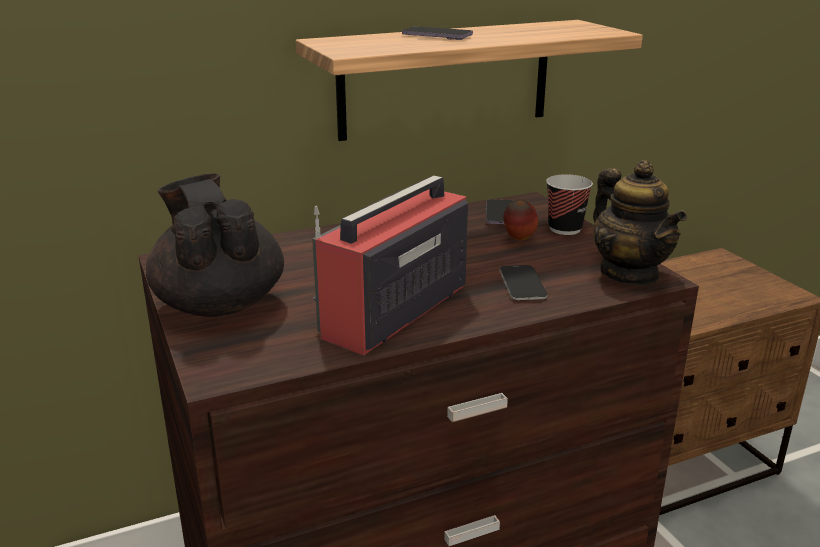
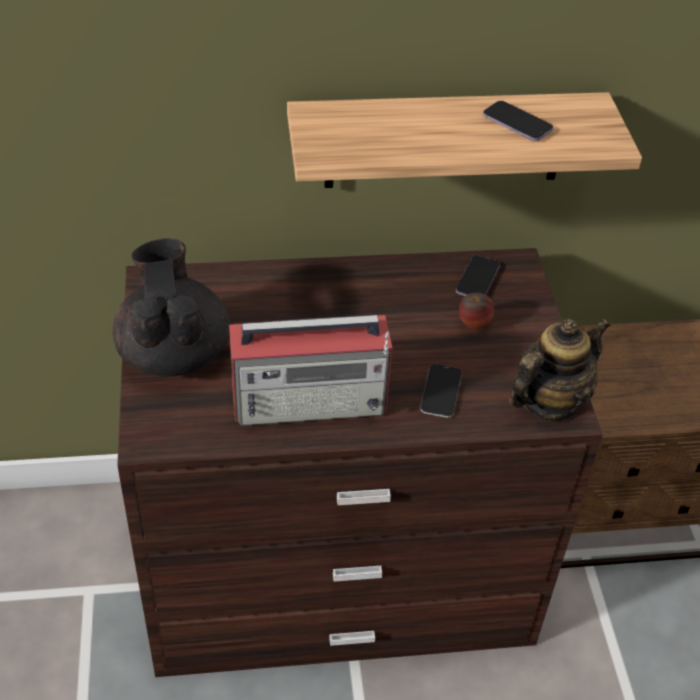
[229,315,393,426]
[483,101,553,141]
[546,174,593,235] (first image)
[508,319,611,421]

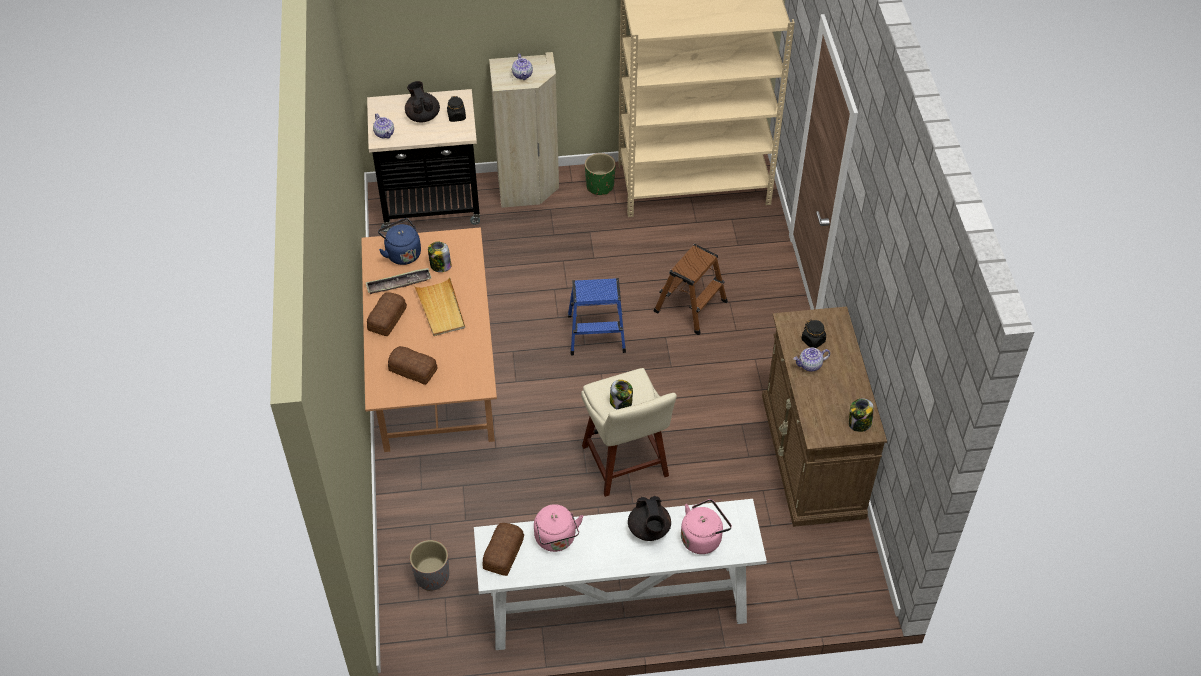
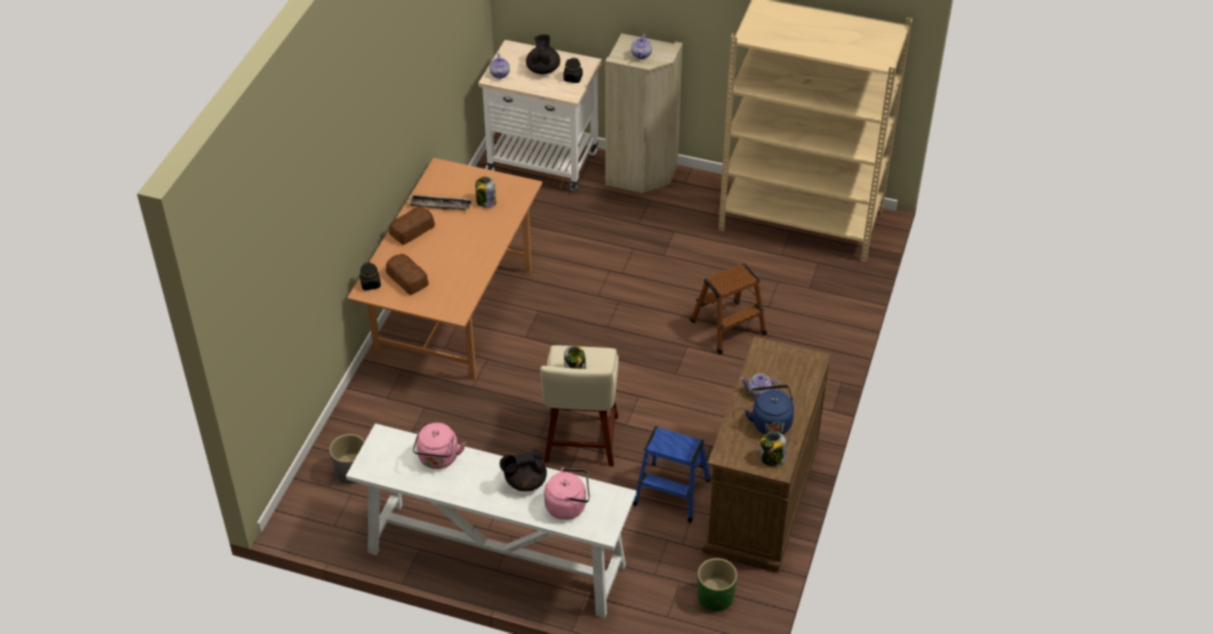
[478,40,602,192]
[745,385,794,434]
[414,277,465,336] (first image)
[482,523,524,576] (first image)
[633,426,711,523]
[698,558,737,612]
[499,448,547,492]
[360,262,381,290]

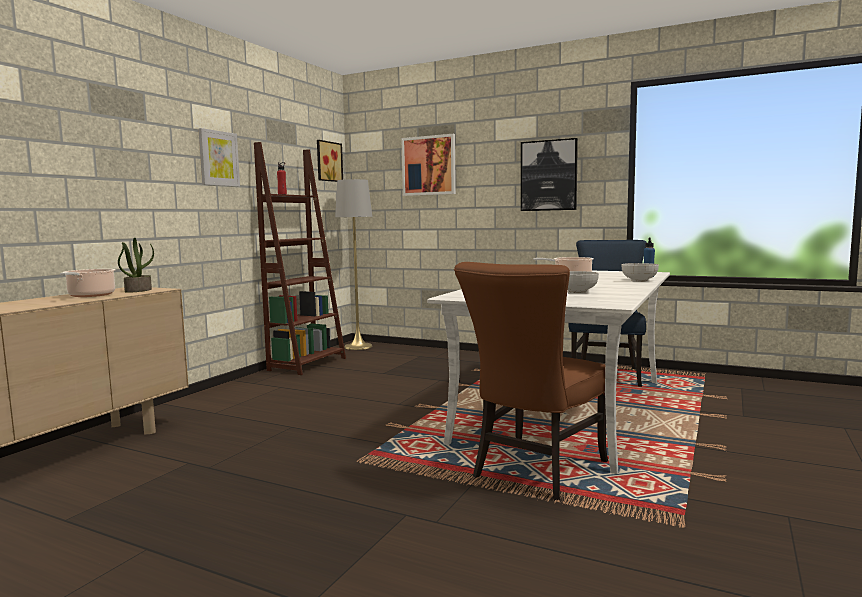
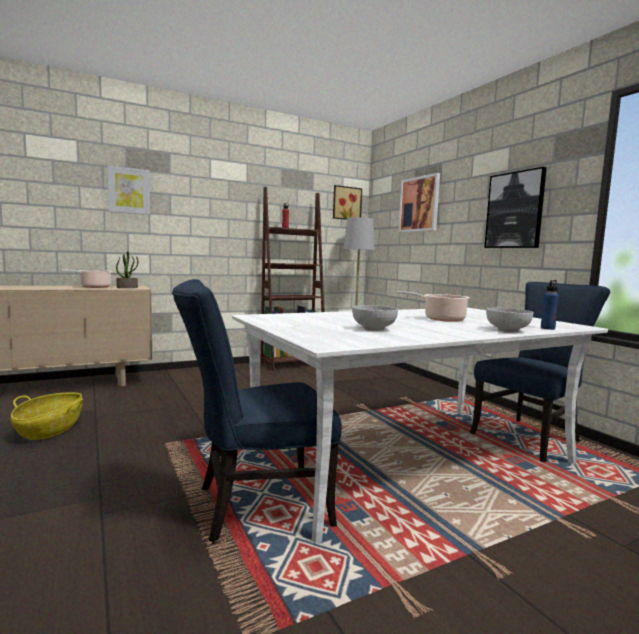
[107,166,150,215]
[172,279,342,544]
[10,392,83,440]

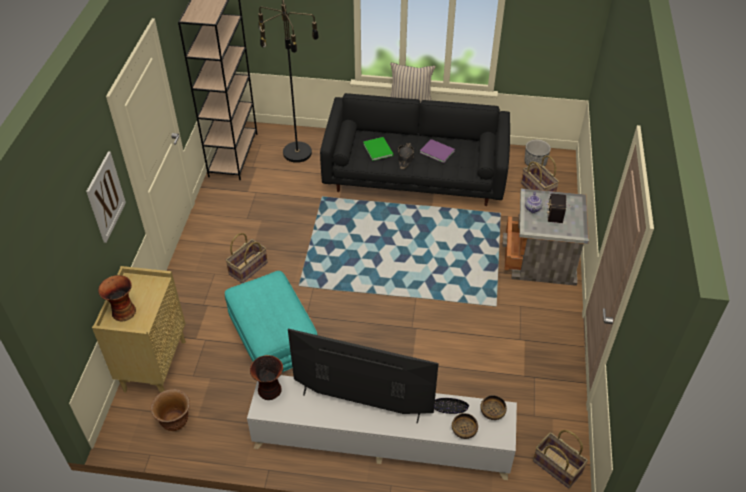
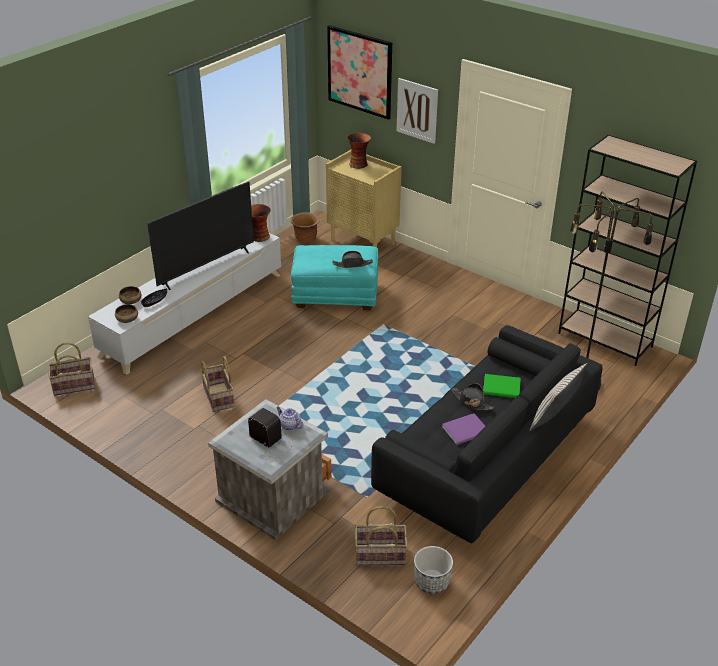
[201,356,235,412]
[327,25,392,120]
[332,251,373,268]

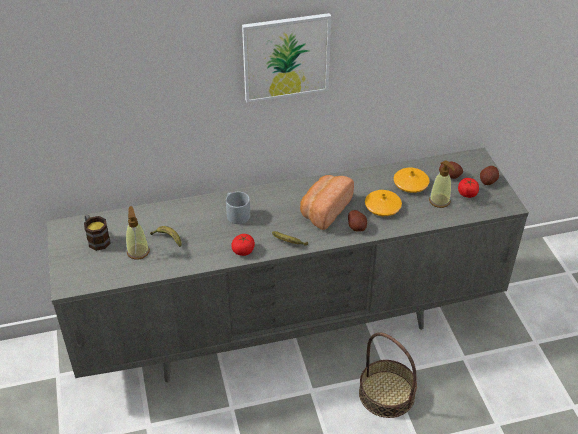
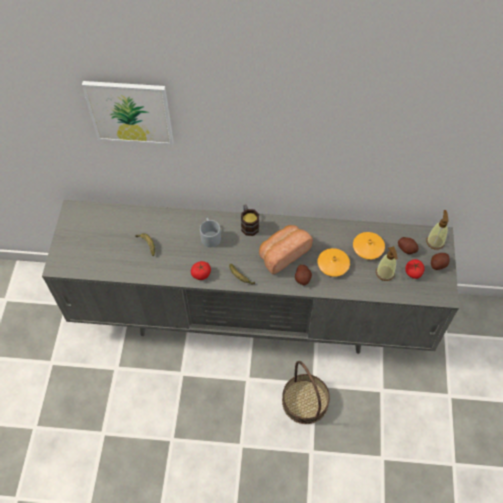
[241,204,259,236]
[426,210,449,250]
[82,81,174,145]

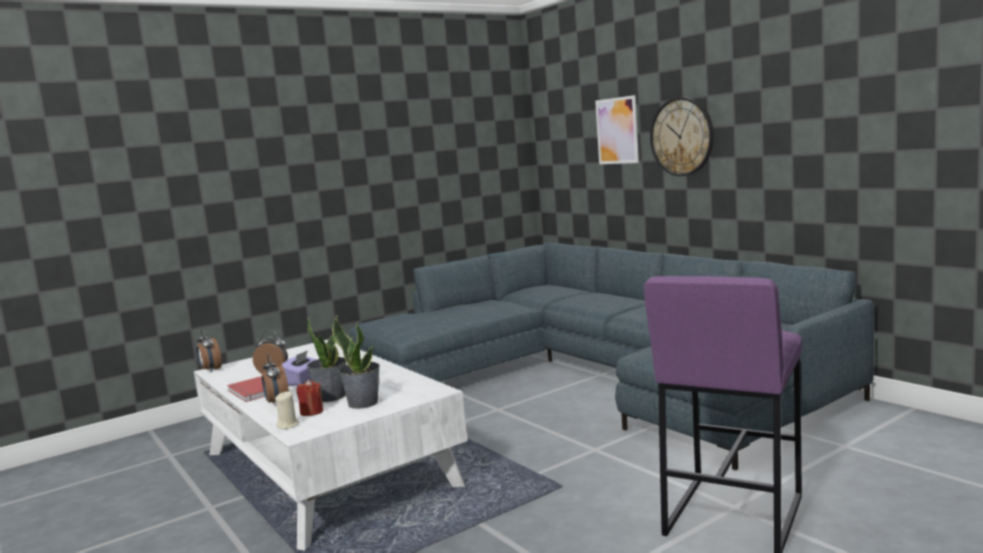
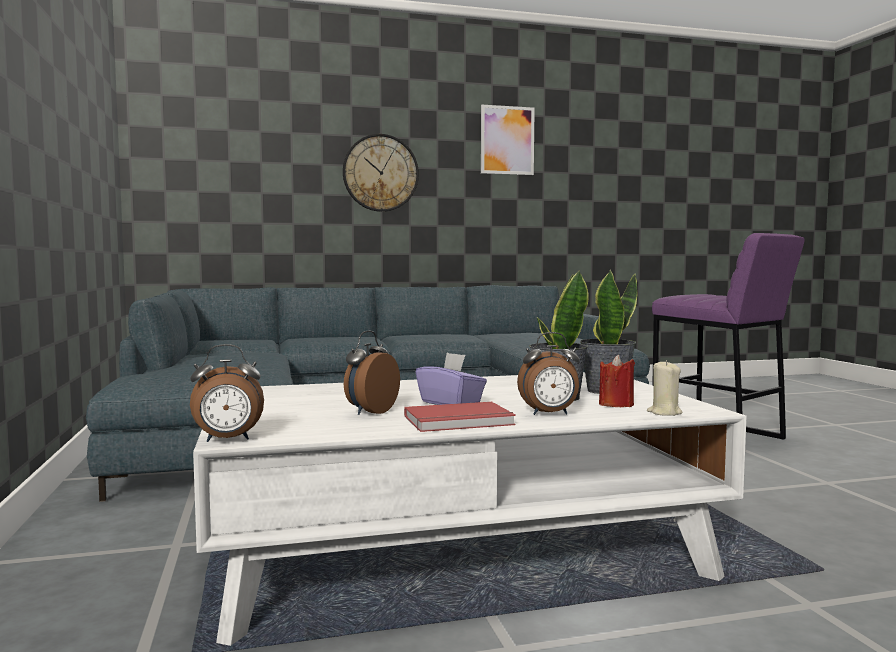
[481,105,535,175]

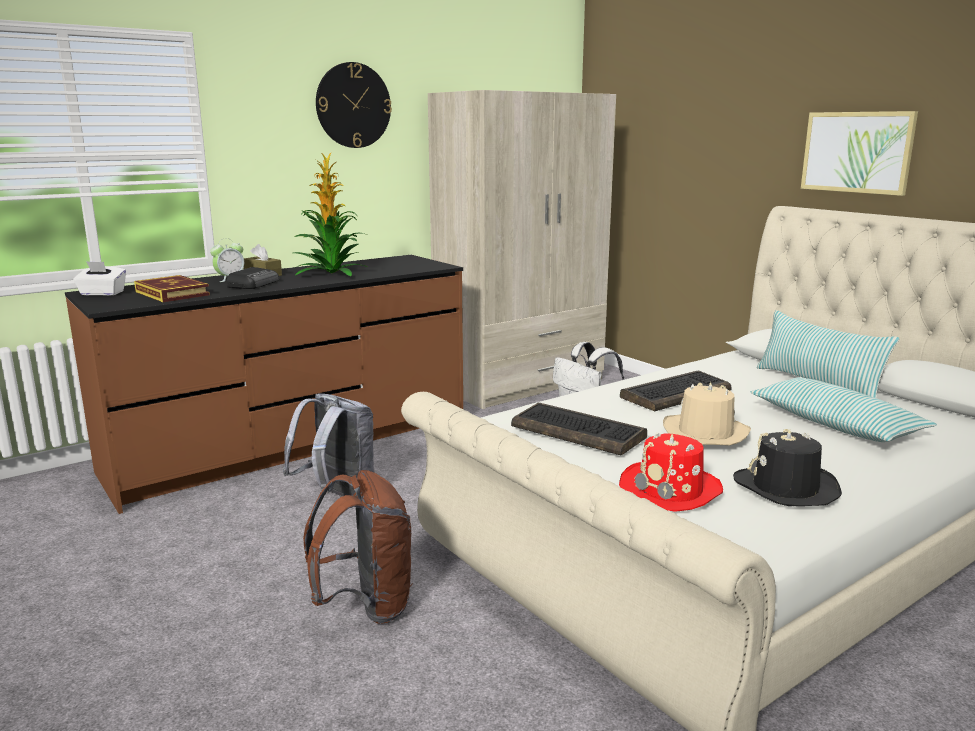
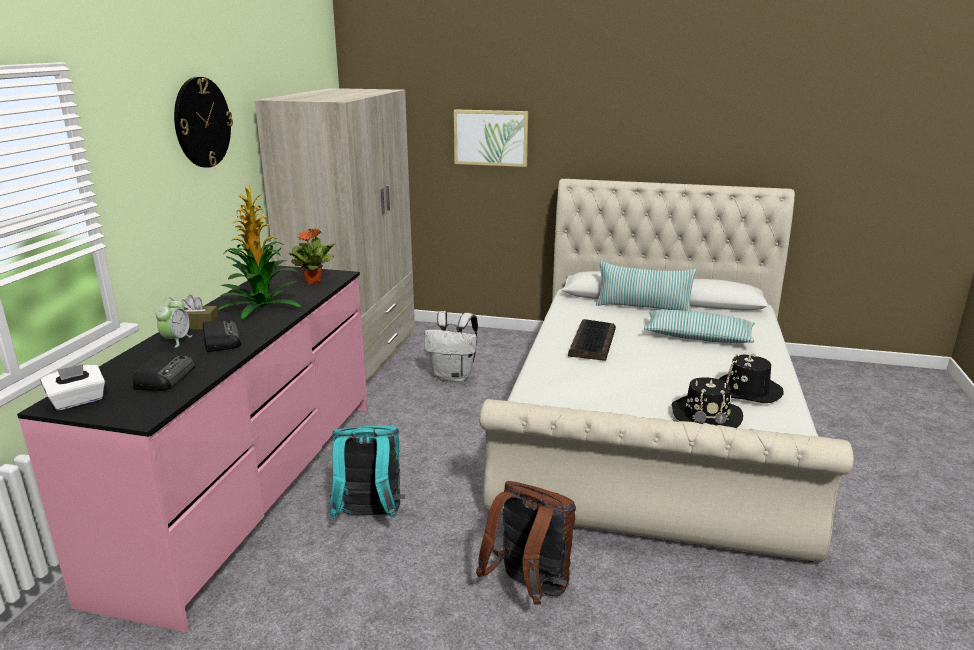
[17,265,368,632]
[132,352,195,391]
[330,425,405,519]
[511,403,647,456] (first image)
[672,377,743,428]
[663,382,751,446] (first image)
[454,109,528,167]
[288,228,336,285]

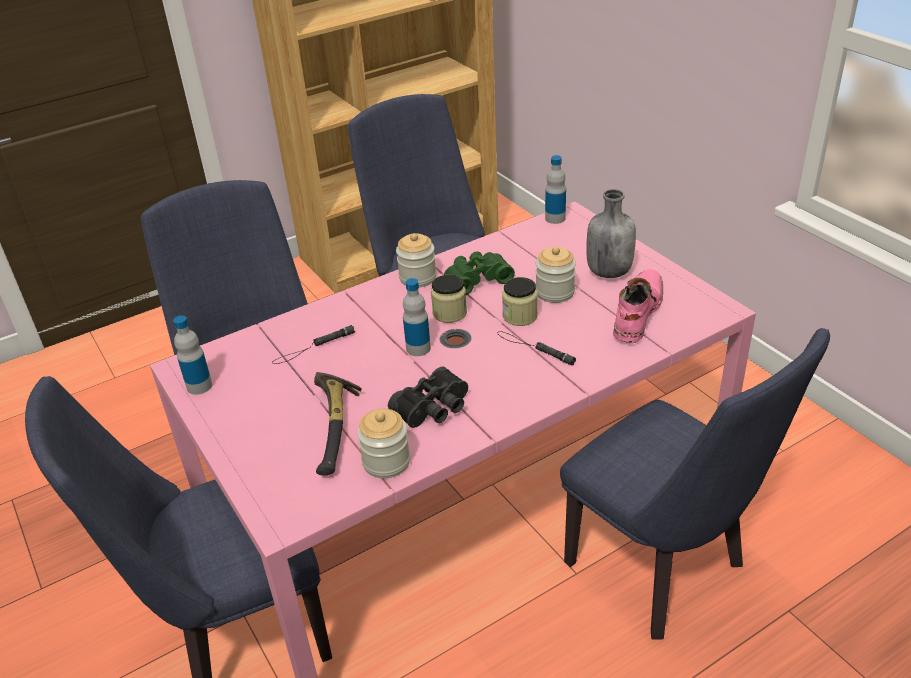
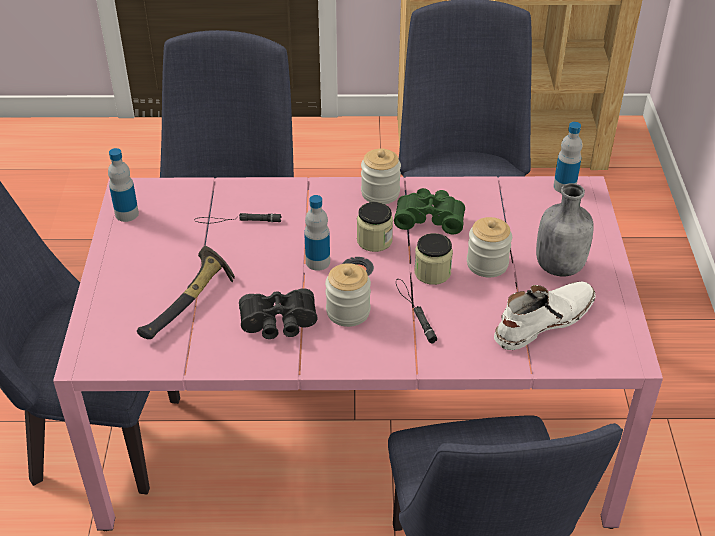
[325,263,371,327]
[494,281,595,350]

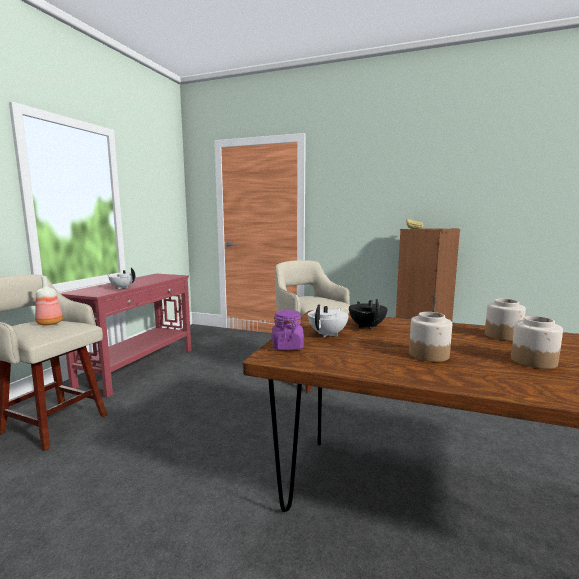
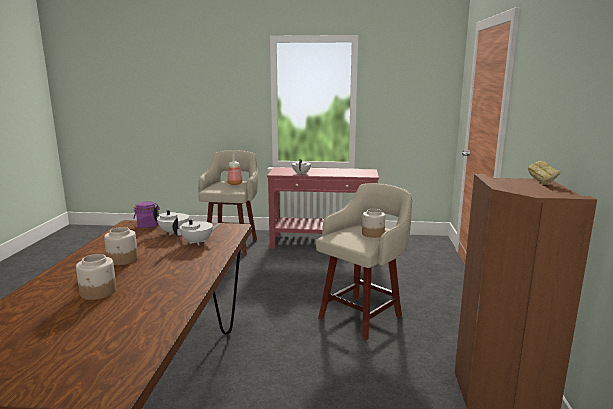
[173,217,221,245]
[362,209,385,238]

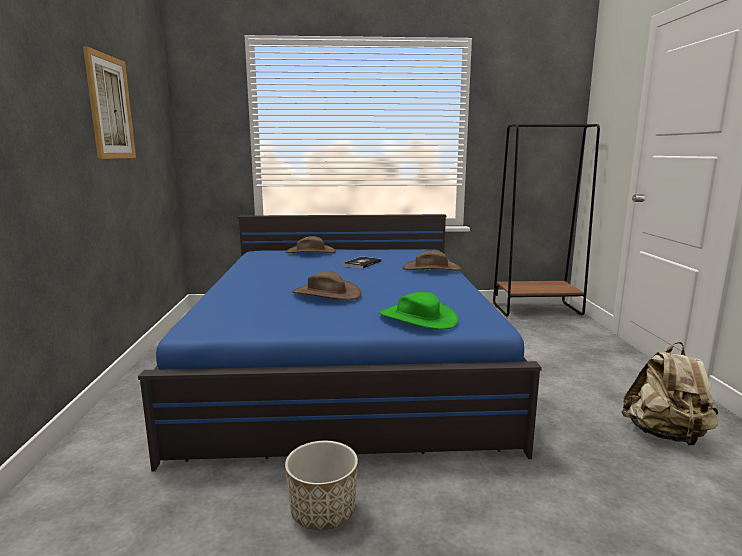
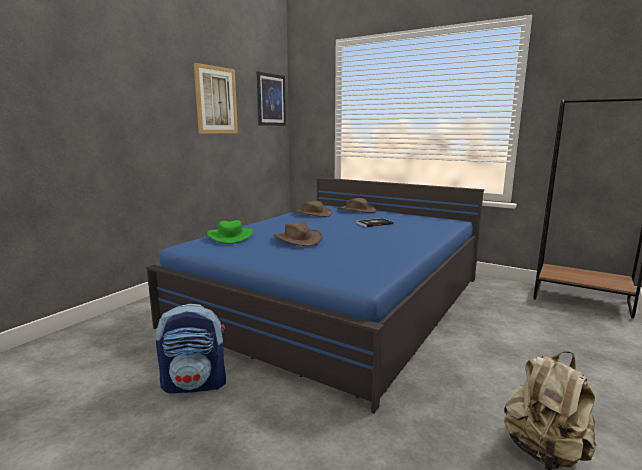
[156,304,226,393]
[207,220,254,244]
[293,201,332,217]
[257,71,286,126]

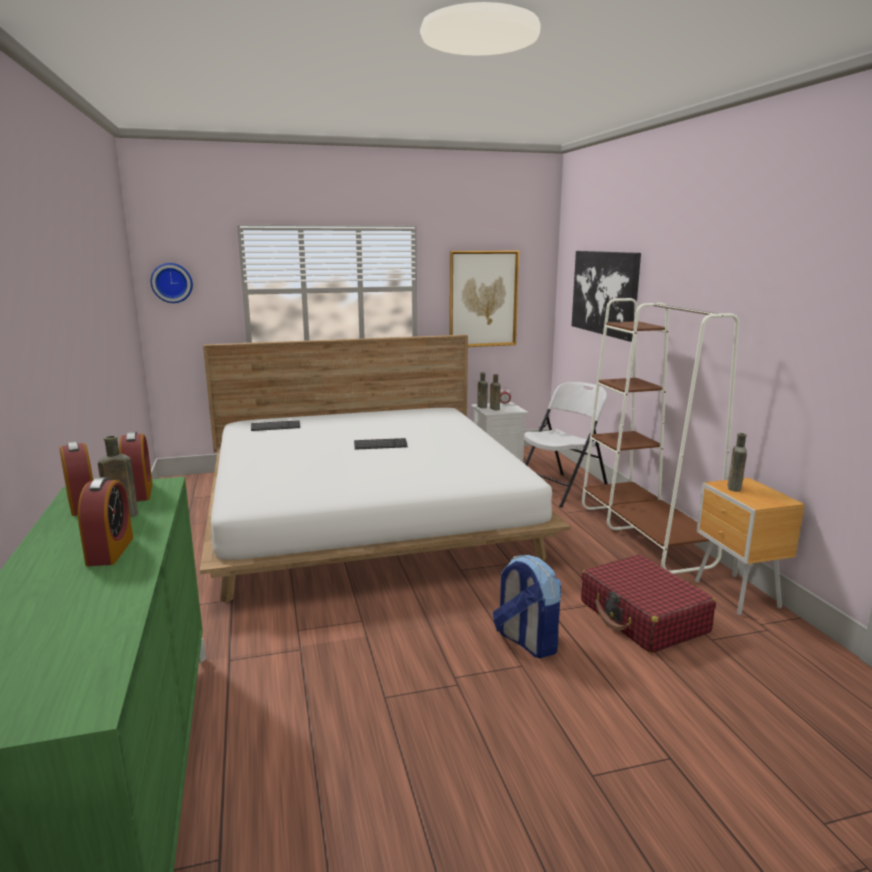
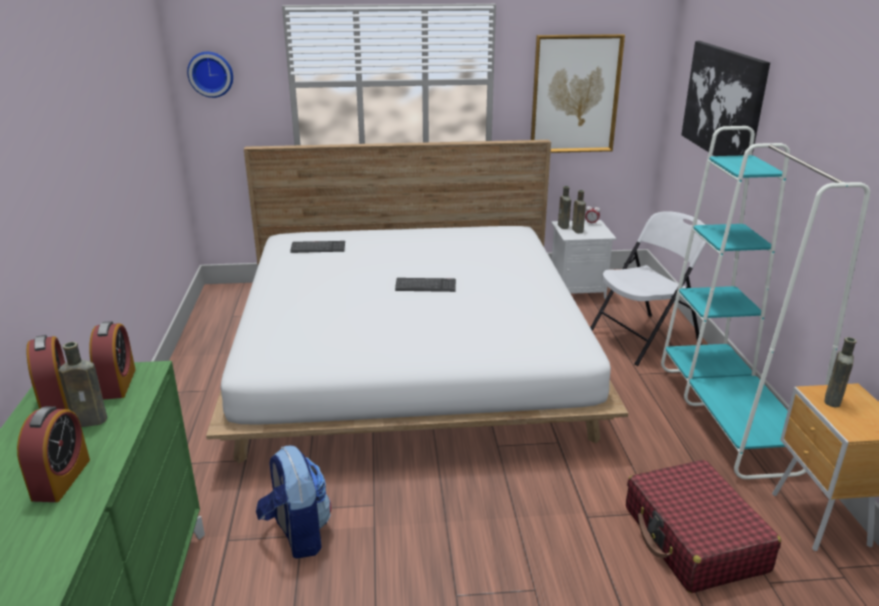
[256,446,331,559]
[661,126,870,479]

